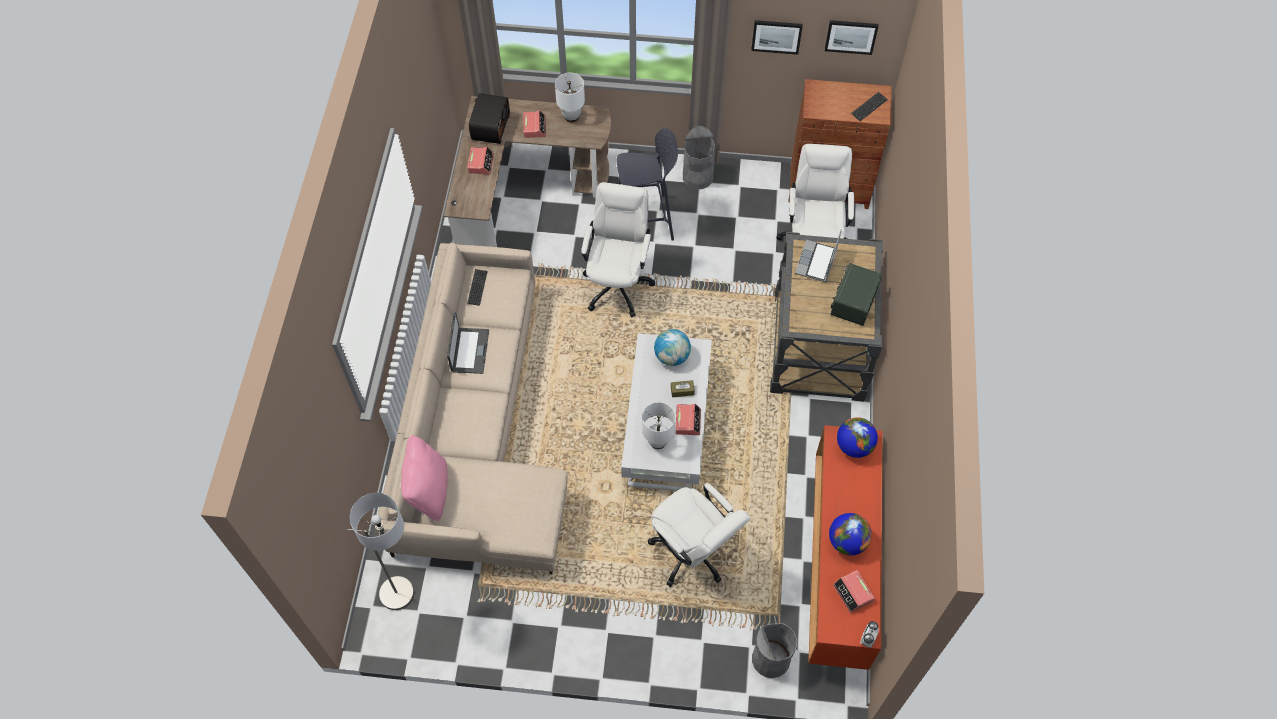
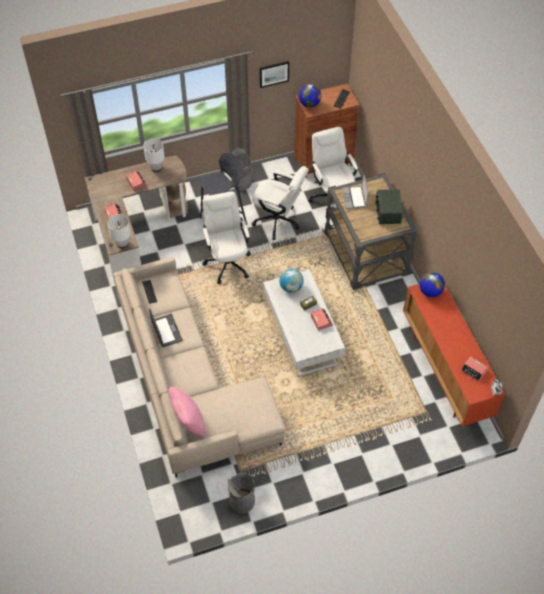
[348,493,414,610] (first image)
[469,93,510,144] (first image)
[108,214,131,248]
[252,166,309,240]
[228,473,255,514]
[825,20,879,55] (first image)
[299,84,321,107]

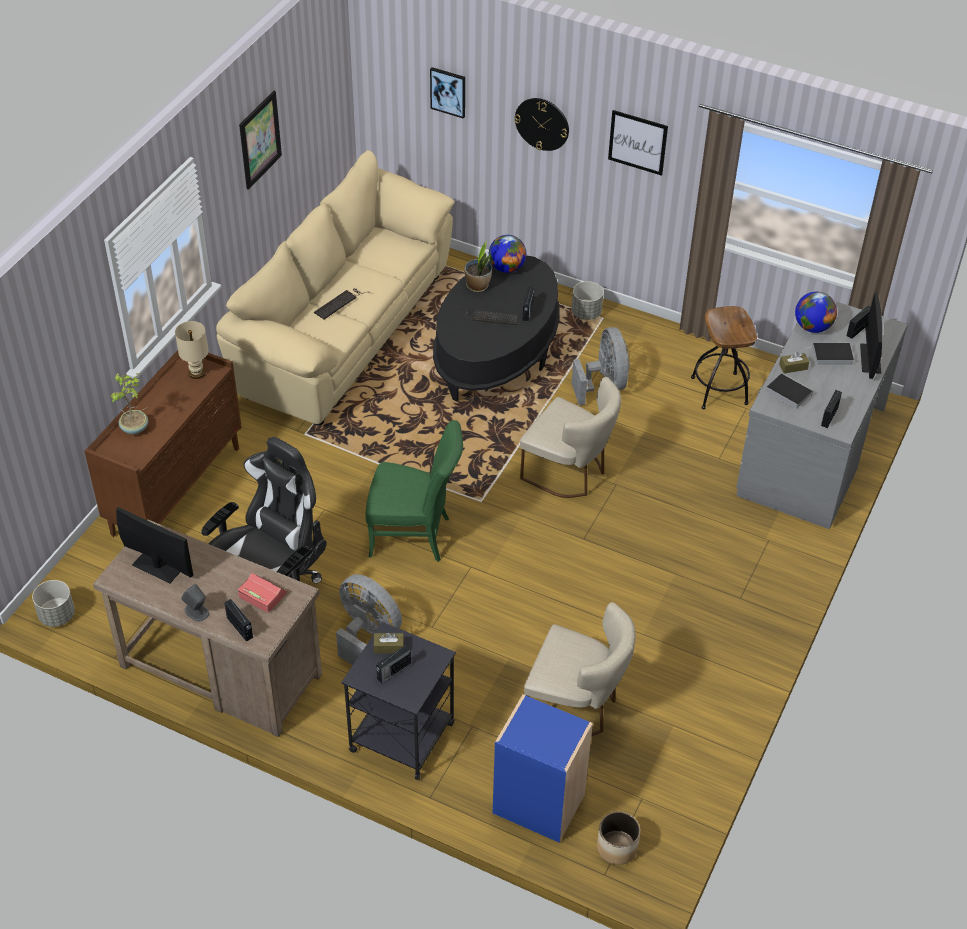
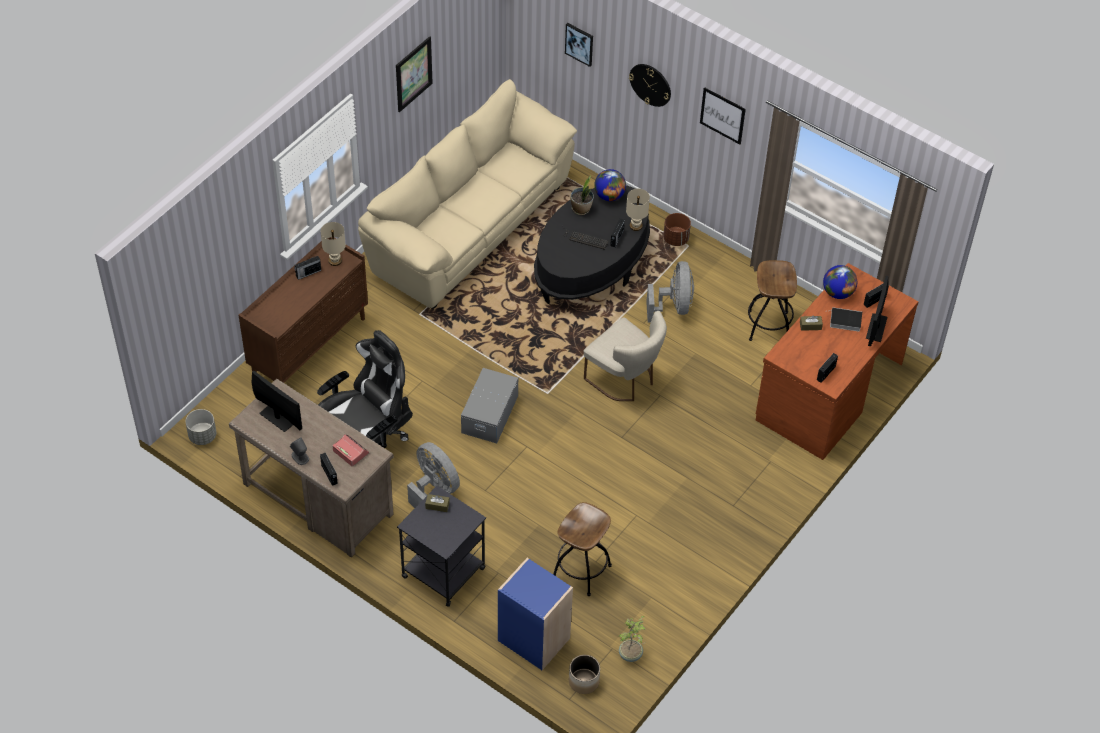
[619,616,645,662]
[314,288,370,319] (first image)
[461,368,518,443]
[294,256,321,280]
[553,502,612,596]
[663,213,691,246]
[756,263,918,460]
[766,373,813,409] (first image)
[626,188,650,231]

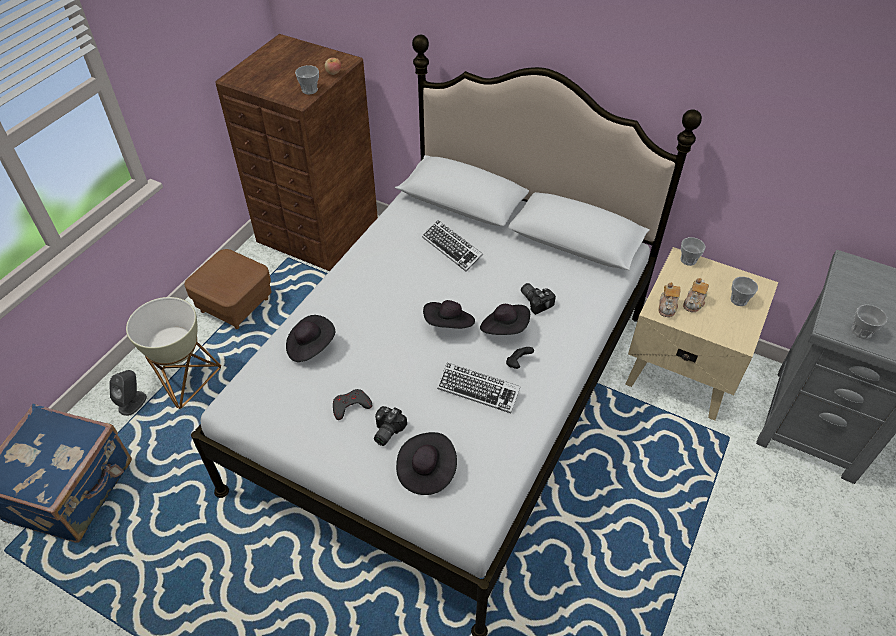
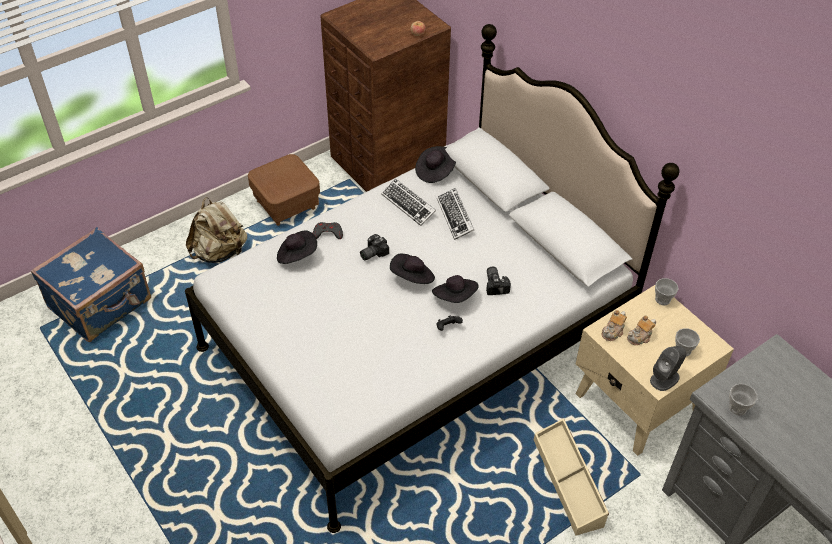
[650,346,686,391]
[186,197,247,263]
[295,65,319,94] (first image)
[313,222,343,239]
[360,234,389,260]
[415,146,456,183]
[381,179,436,226]
[534,418,609,536]

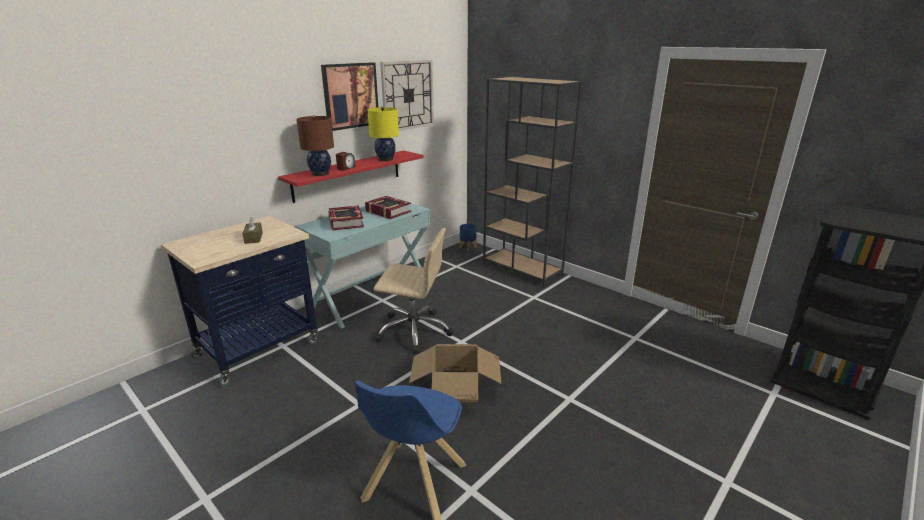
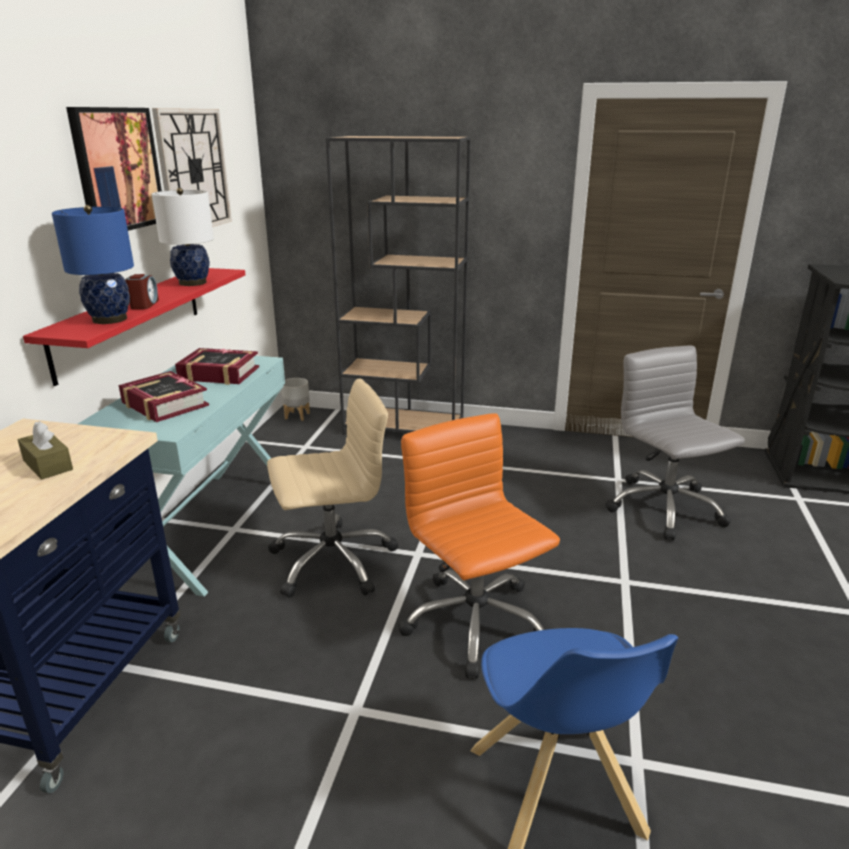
[52,205,134,324]
[152,188,214,286]
[398,413,560,679]
[282,378,310,421]
[605,346,745,540]

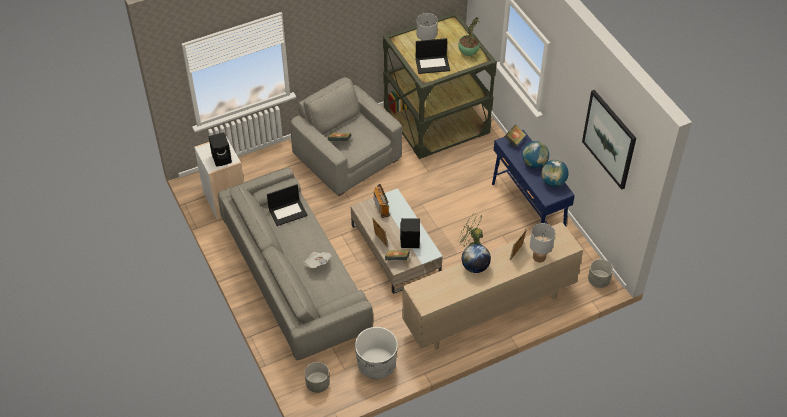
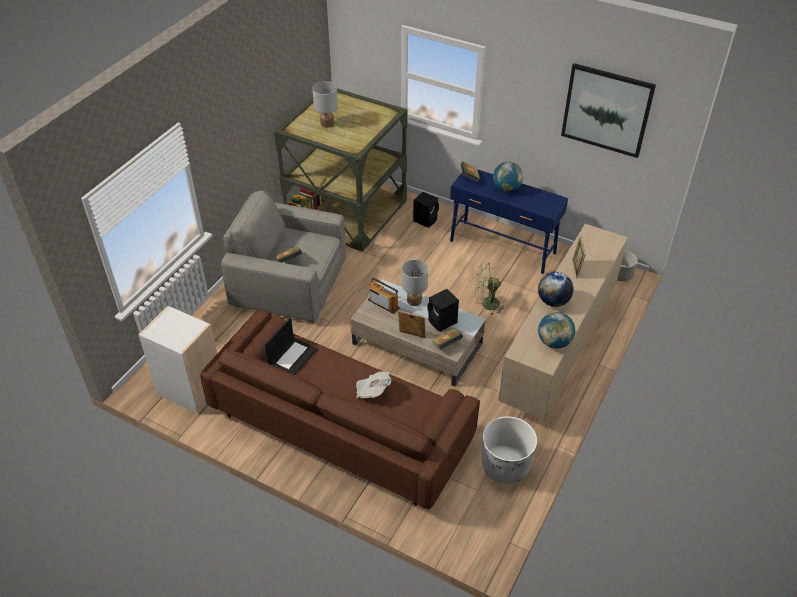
[413,192,439,228]
[200,309,480,510]
[305,362,330,393] (first image)
[415,38,450,74] (first image)
[458,17,480,56] (first image)
[402,260,428,306]
[538,312,575,349]

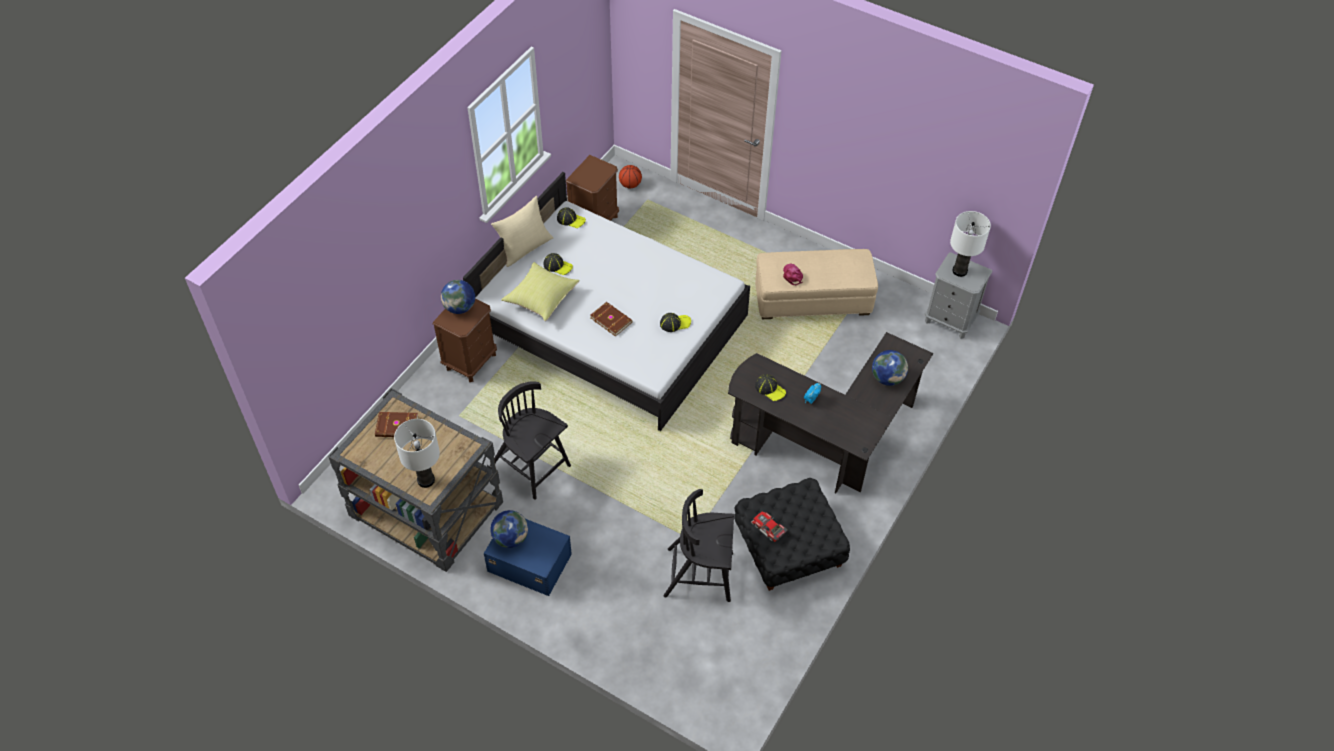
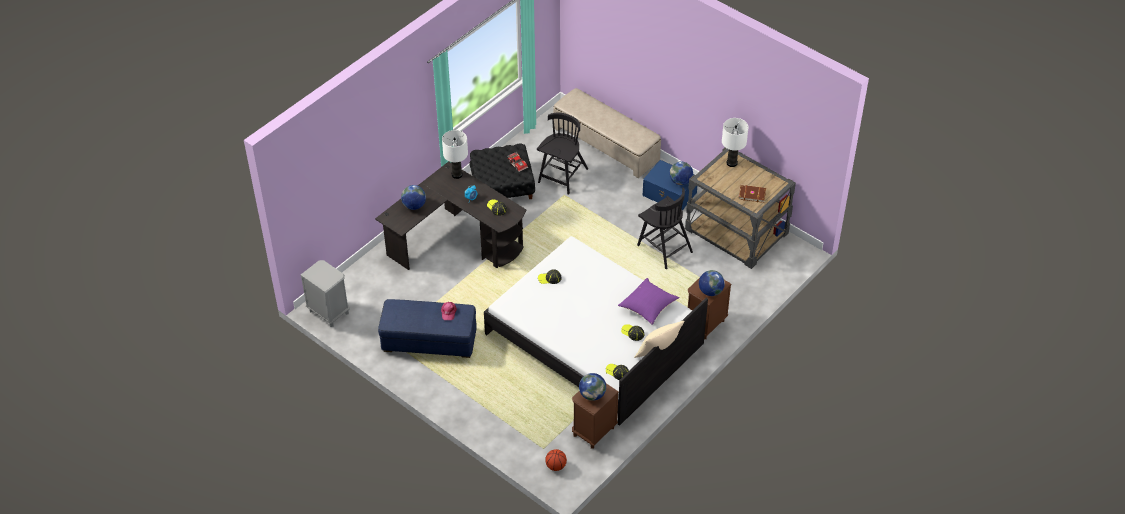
[618,278,680,325]
[590,302,633,336] (first image)
[537,113,588,194]
[378,299,477,358]
[442,130,468,179]
[553,88,661,178]
[579,373,606,401]

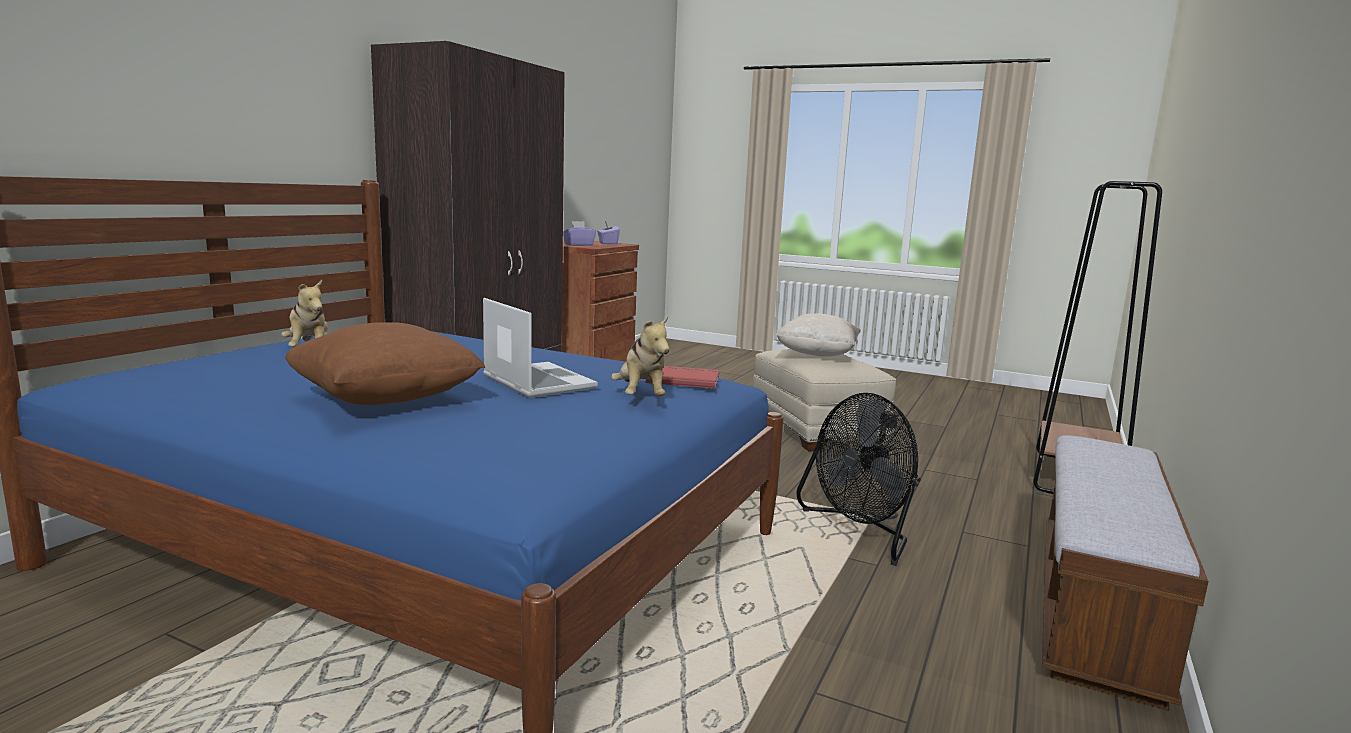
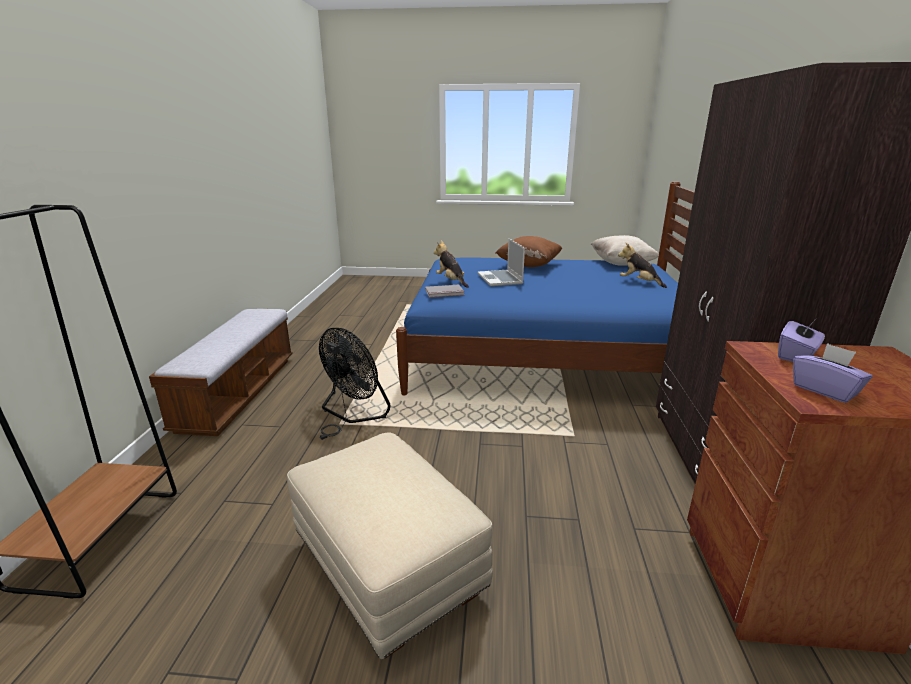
[477,238,525,286]
[425,285,465,298]
[591,235,659,266]

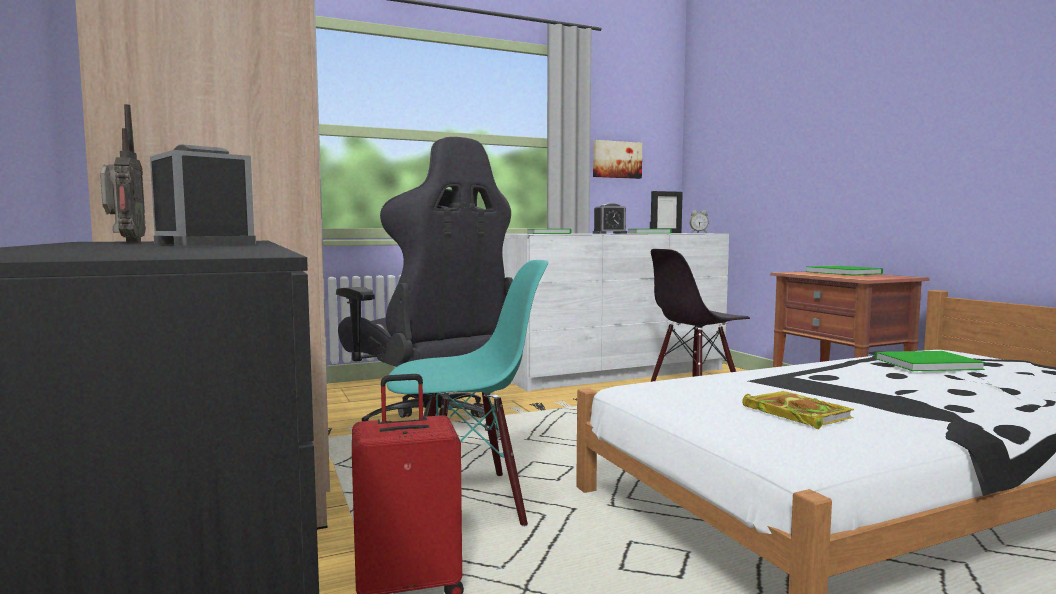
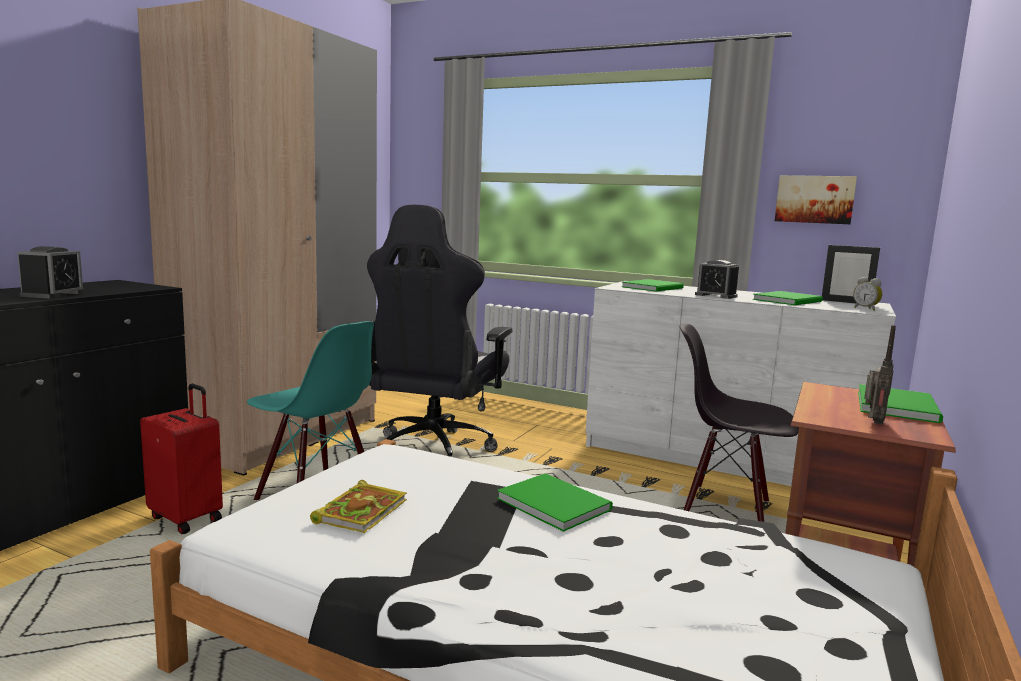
[864,325,896,424]
[497,473,613,532]

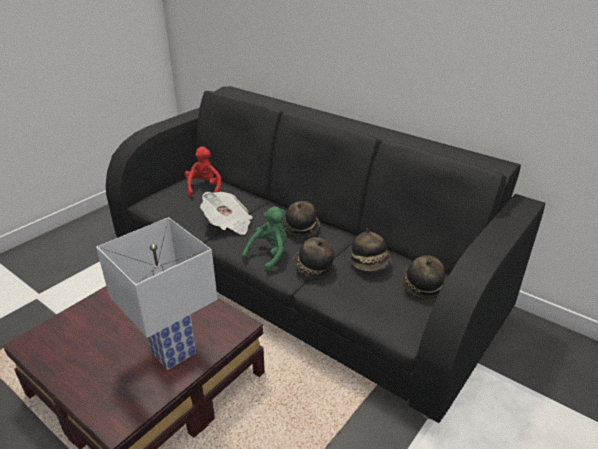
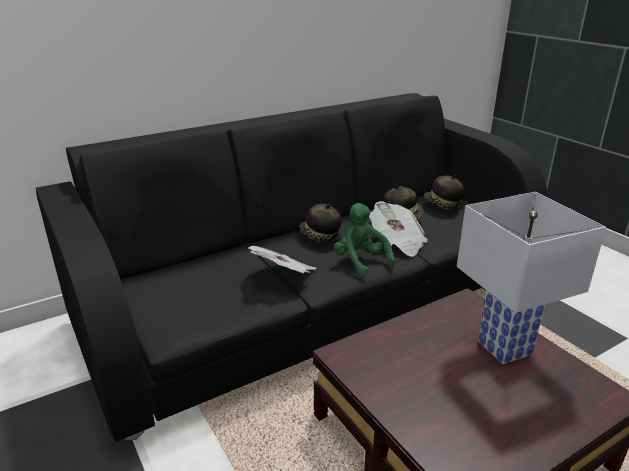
[184,146,221,197] (first image)
[369,201,428,257]

